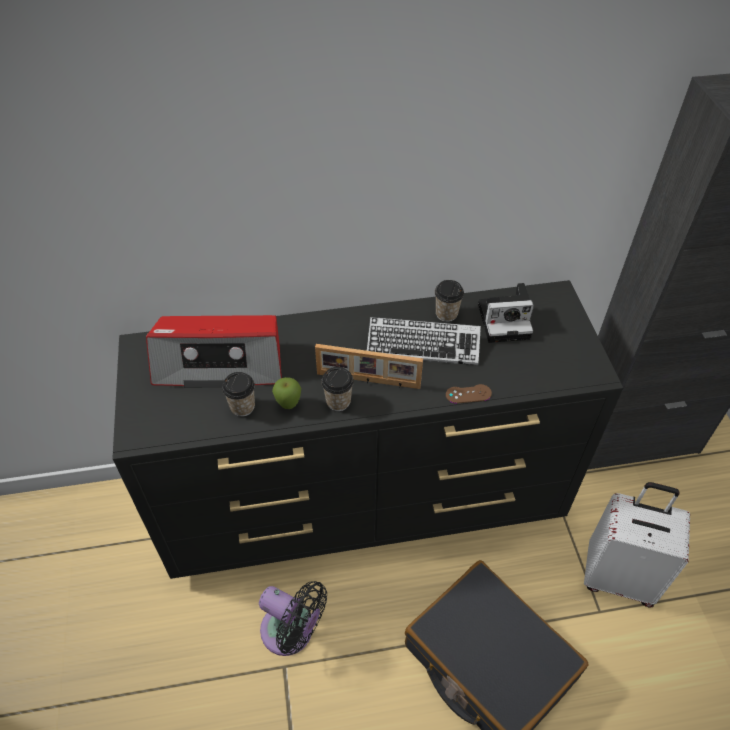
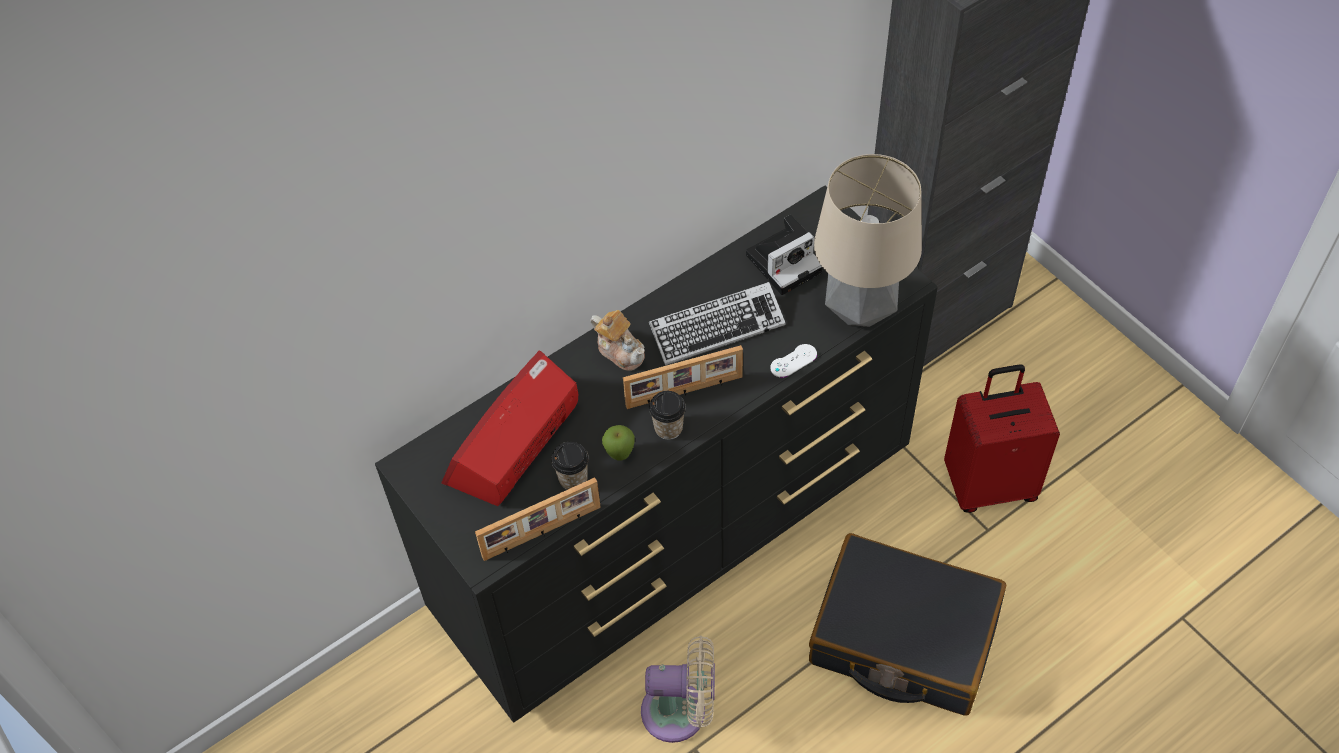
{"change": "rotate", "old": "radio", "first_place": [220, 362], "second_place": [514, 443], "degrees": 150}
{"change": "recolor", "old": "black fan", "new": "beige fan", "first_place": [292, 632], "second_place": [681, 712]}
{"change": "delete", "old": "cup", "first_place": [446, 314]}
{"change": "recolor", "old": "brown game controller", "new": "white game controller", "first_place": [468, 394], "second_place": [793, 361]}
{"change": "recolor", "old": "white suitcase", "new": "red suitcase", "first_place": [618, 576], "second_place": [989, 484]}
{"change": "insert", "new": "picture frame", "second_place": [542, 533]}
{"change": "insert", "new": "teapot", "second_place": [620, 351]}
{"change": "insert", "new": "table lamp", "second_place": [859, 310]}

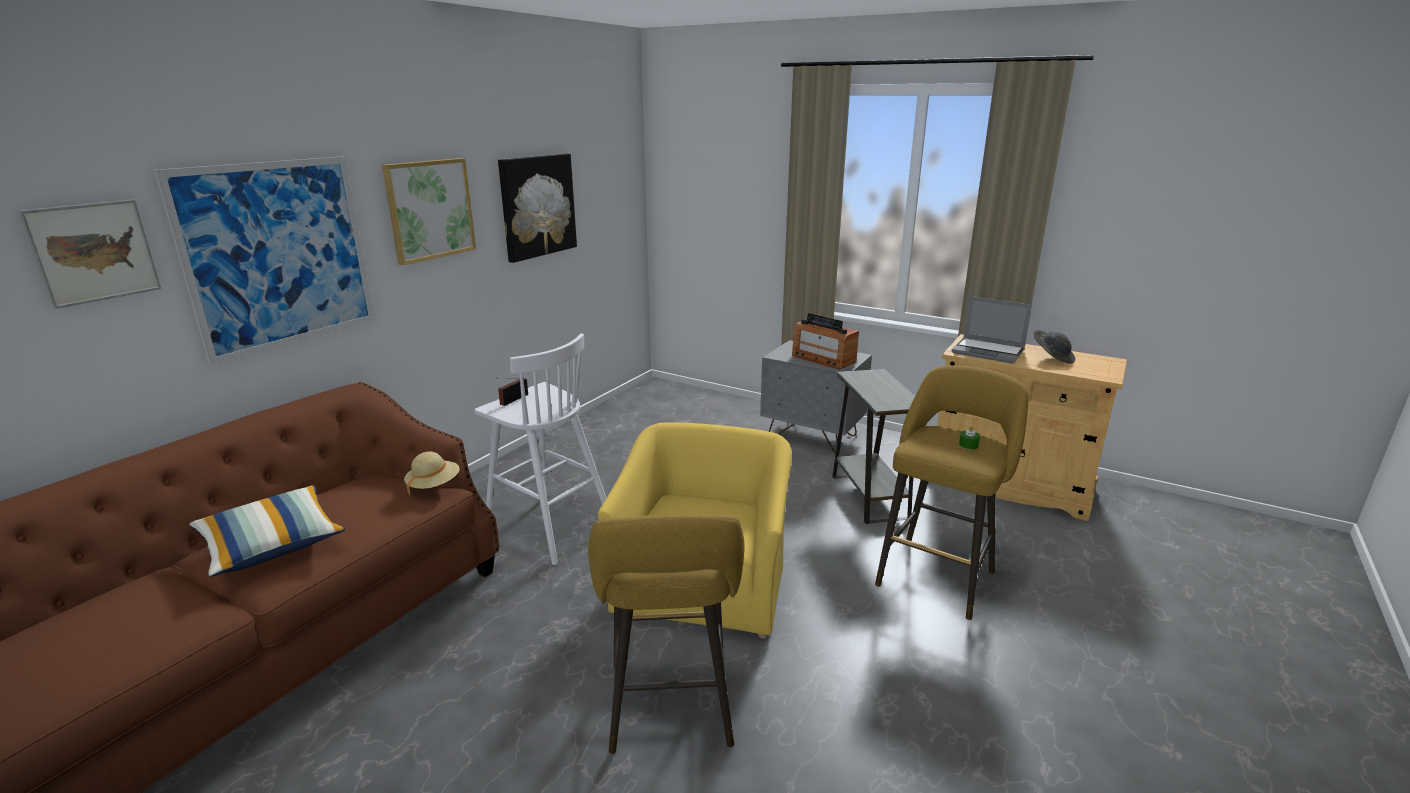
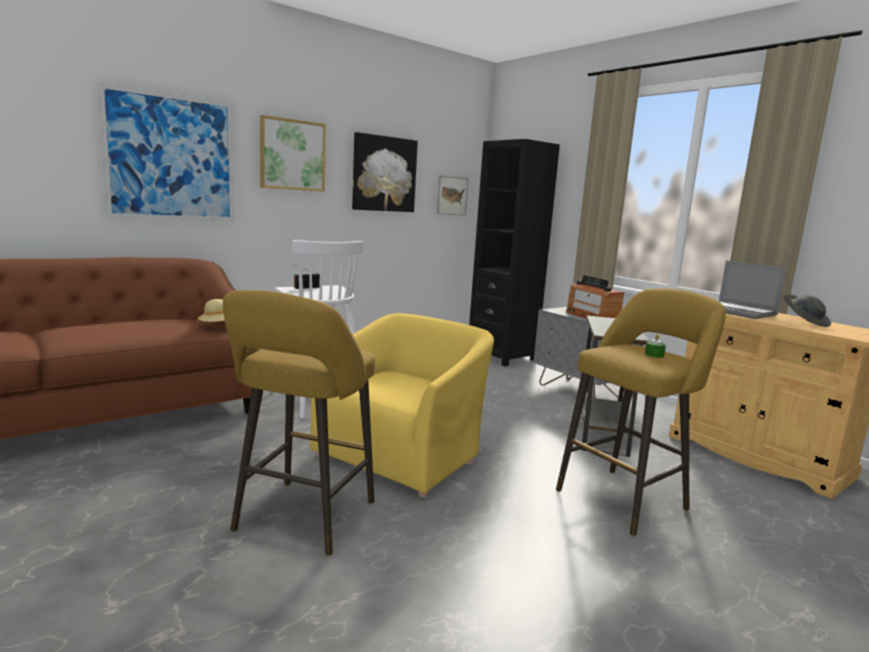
{"change": "move", "old": "picture", "first_place": [94, 252], "second_place": [452, 195]}
{"change": "delete", "old": "pillow", "first_place": [272, 544]}
{"change": "insert", "new": "black bookcase", "second_place": [501, 356]}

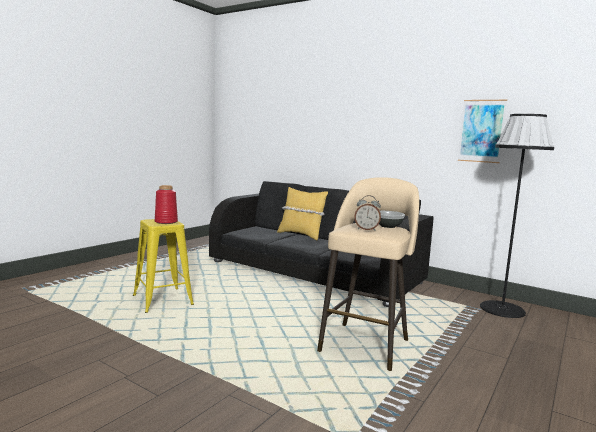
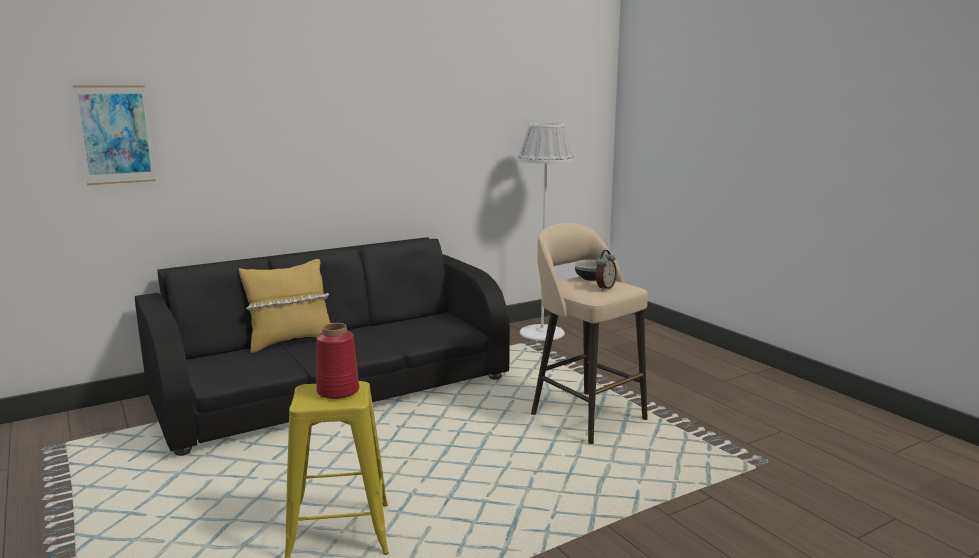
{"change": "move", "old": "picture", "first_place": [481, 131], "second_place": [115, 134]}
{"change": "recolor", "old": "black floor lamp", "new": "white floor lamp", "first_place": [502, 309], "second_place": [542, 332]}

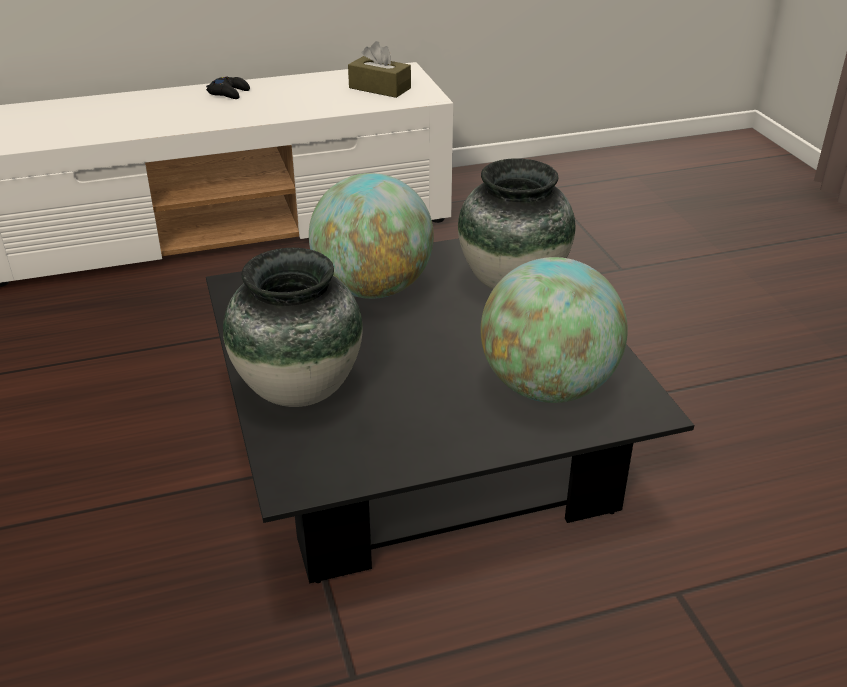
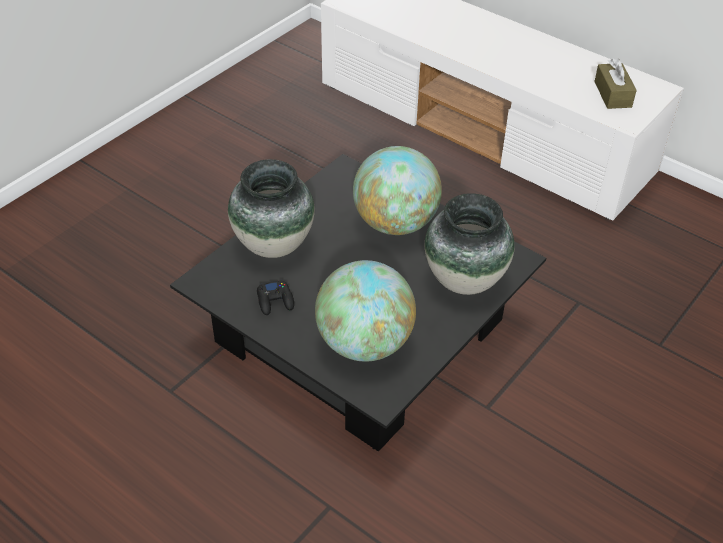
{"change": "move", "old": "black game controller", "first_place": [229, 93], "second_place": [275, 301]}

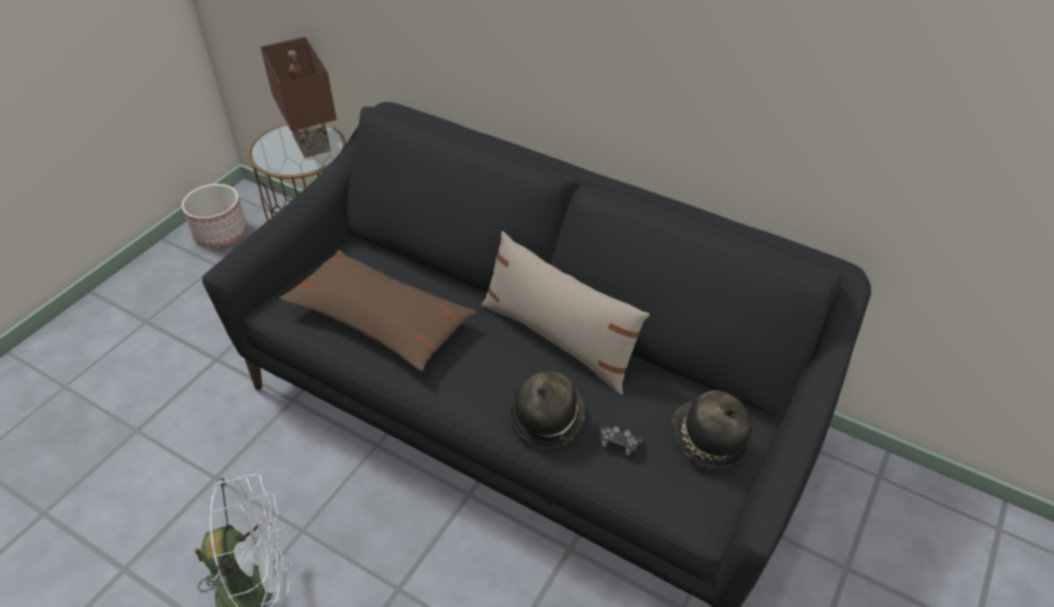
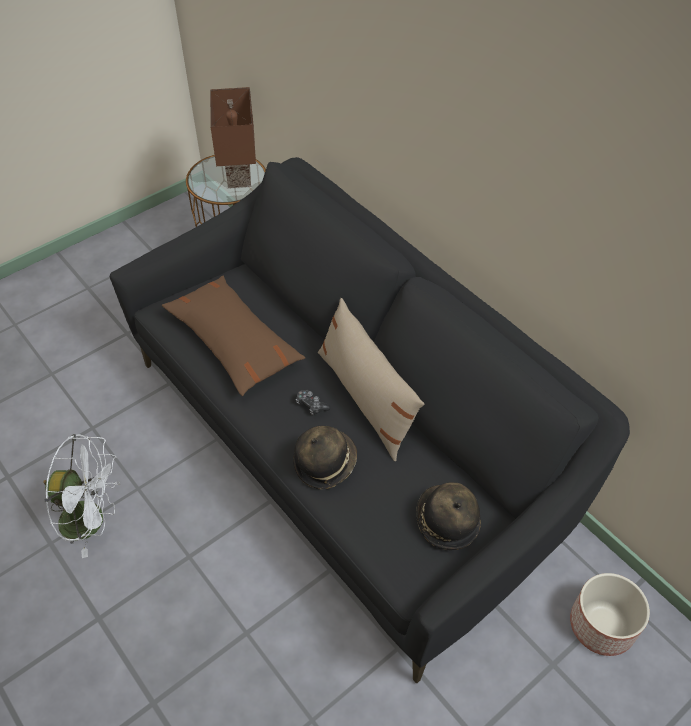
{"change": "move", "old": "planter", "first_place": [221, 232], "second_place": [601, 624]}
{"change": "move", "old": "game controller", "first_place": [619, 444], "second_place": [311, 405]}

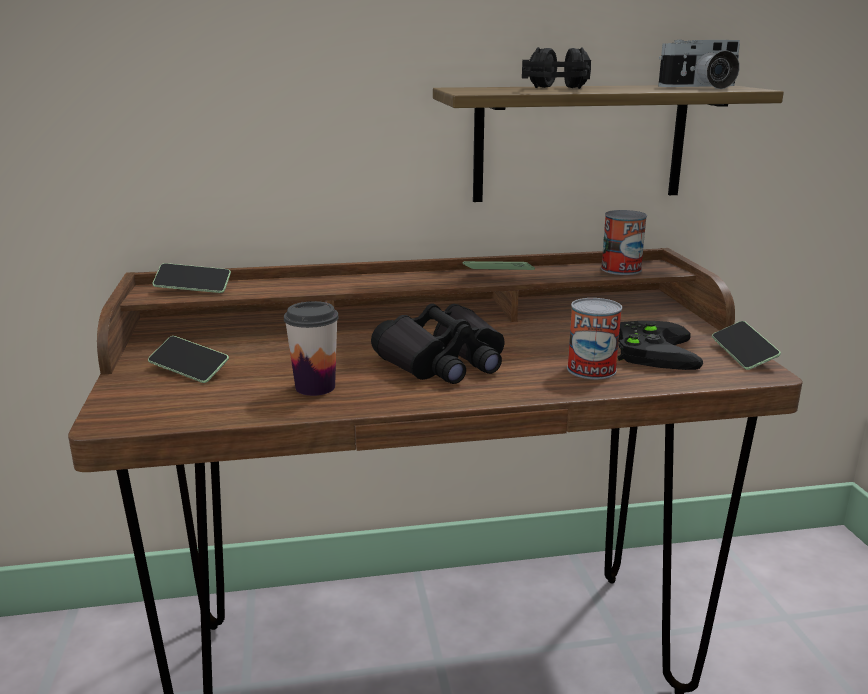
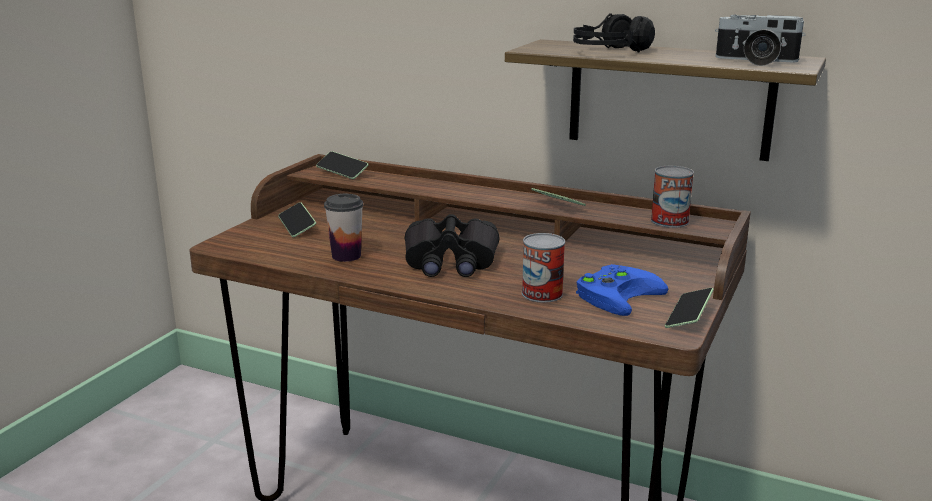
{"change": "recolor", "old": "black game controller", "new": "blue game controller", "first_place": [651, 350], "second_place": [617, 293]}

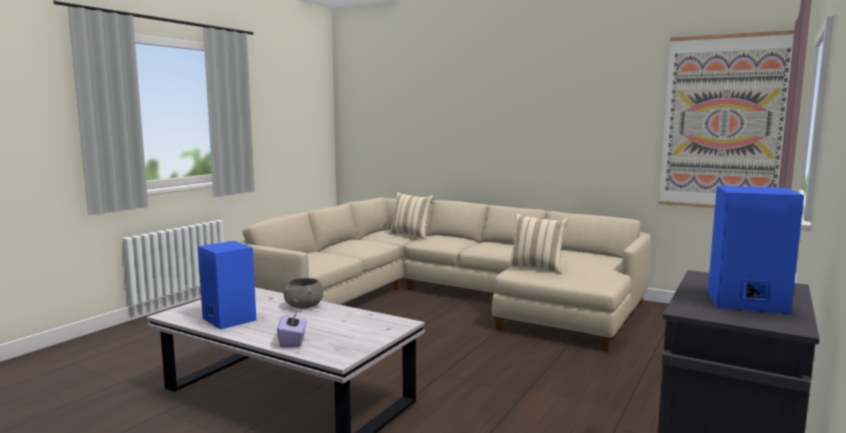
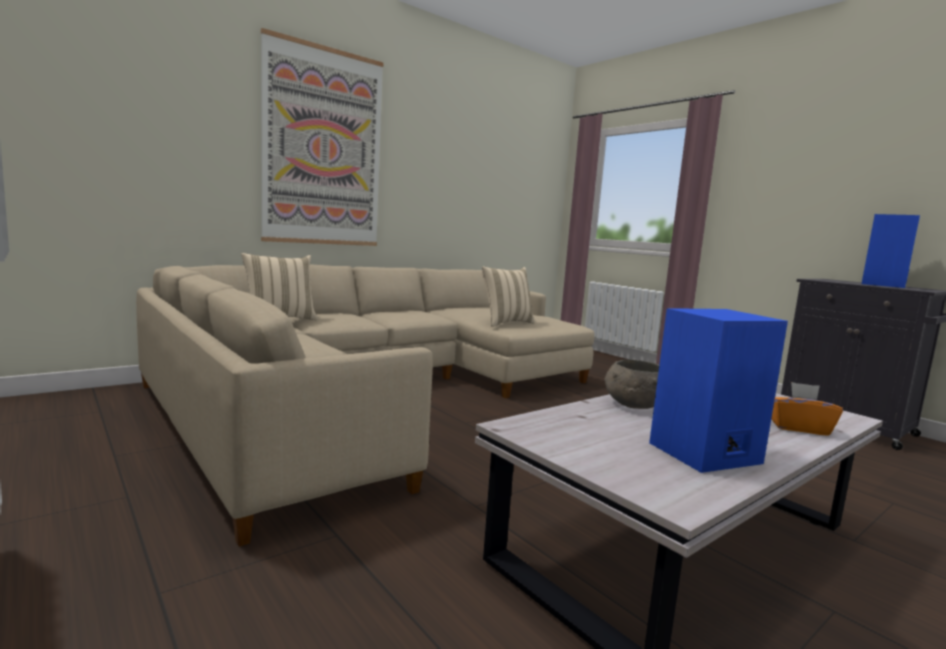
{"change": "recolor", "old": "purple tissue box", "new": "orange tissue box", "first_place": [293, 341], "second_place": [799, 428]}
{"change": "move", "old": "picture", "first_place": [724, 123], "second_place": [323, 148]}

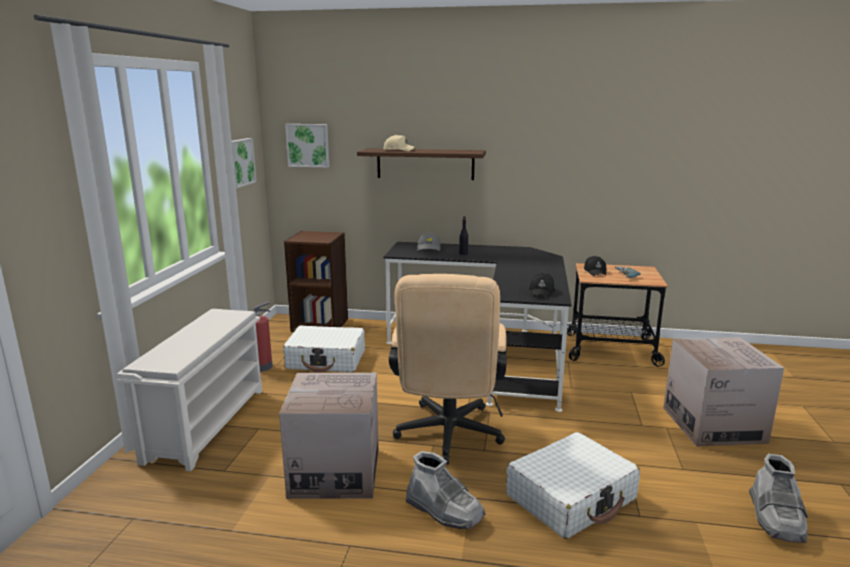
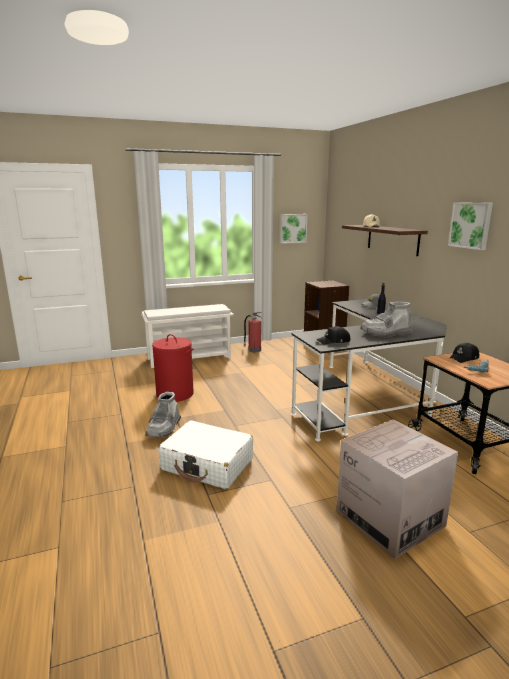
{"change": "replace", "old": "cardboard box", "new": "red laundry basket", "first_place": [335, 472], "second_place": [175, 394]}
{"change": "delete", "old": "white suitcase", "first_place": [326, 360]}
{"change": "move", "old": "picture", "first_place": [308, 145], "second_place": [471, 225]}
{"change": "delete", "old": "beige office chair", "first_place": [447, 437]}
{"change": "move", "old": "grey boot", "first_place": [776, 519], "second_place": [386, 333]}

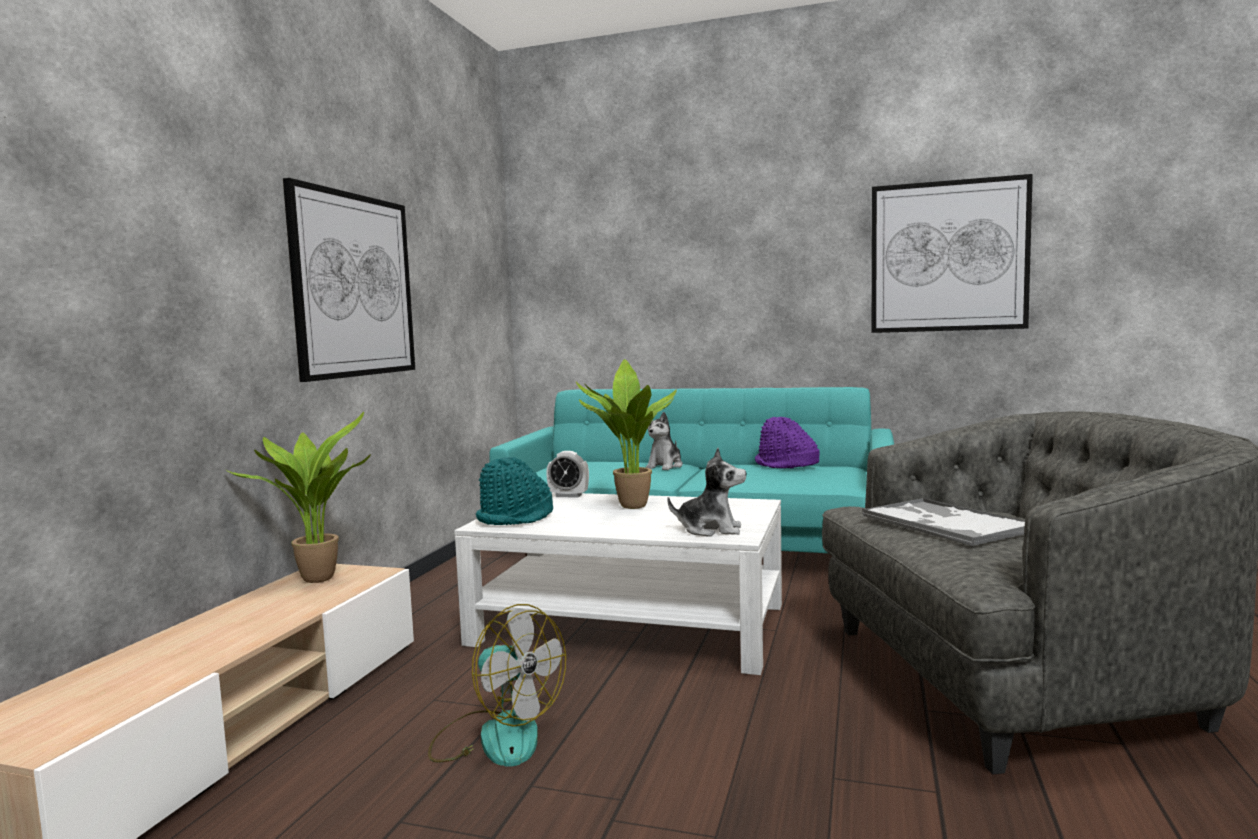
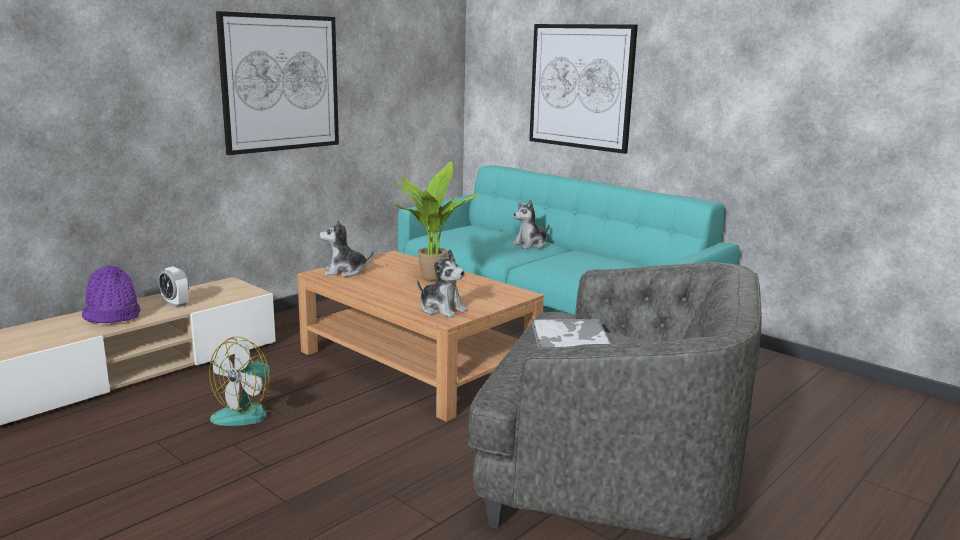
{"change": "delete", "old": "potted plant", "first_place": [317, 577]}
{"change": "rotate", "old": "fan", "first_place": [496, 736], "second_place": [250, 412], "degrees": 60}
{"change": "recolor", "old": "white coffee table", "new": "brown coffee table", "first_place": [631, 624], "second_place": [418, 364]}
{"change": "replace", "old": "turquoise hat", "new": "plush toy", "first_place": [516, 518], "second_place": [345, 272]}
{"change": "move", "old": "alarm clock", "first_place": [568, 496], "second_place": [175, 304]}
{"change": "move", "old": "purple hat", "first_place": [786, 465], "second_place": [111, 316]}
{"change": "move", "old": "picture", "first_place": [948, 256], "second_place": [581, 86]}

